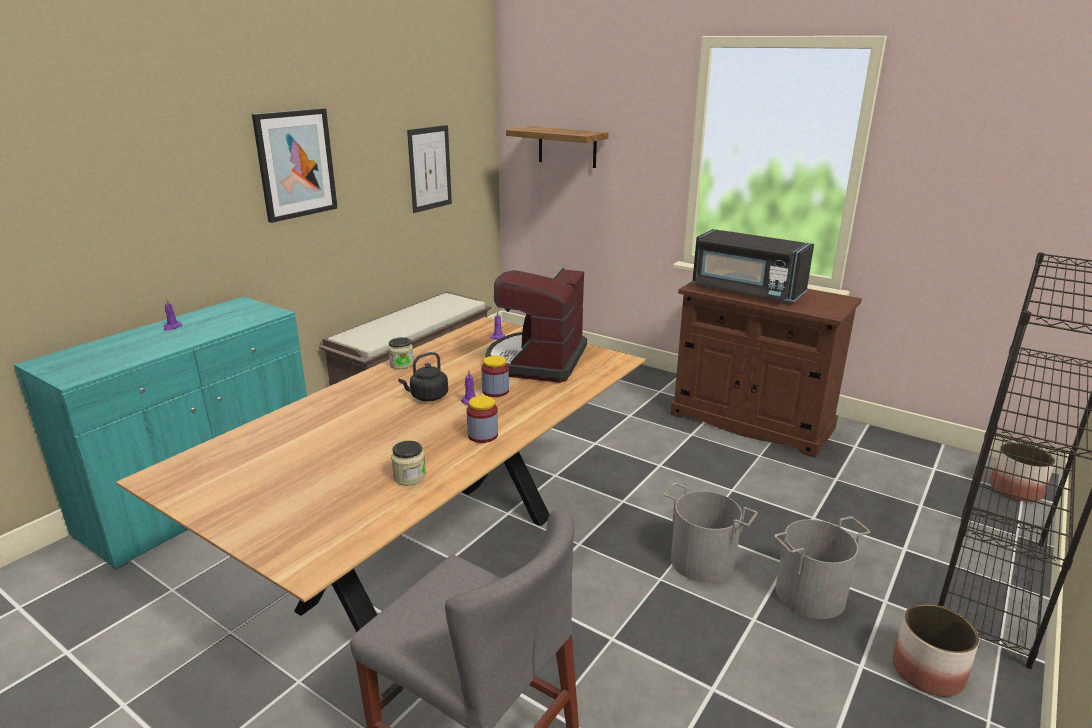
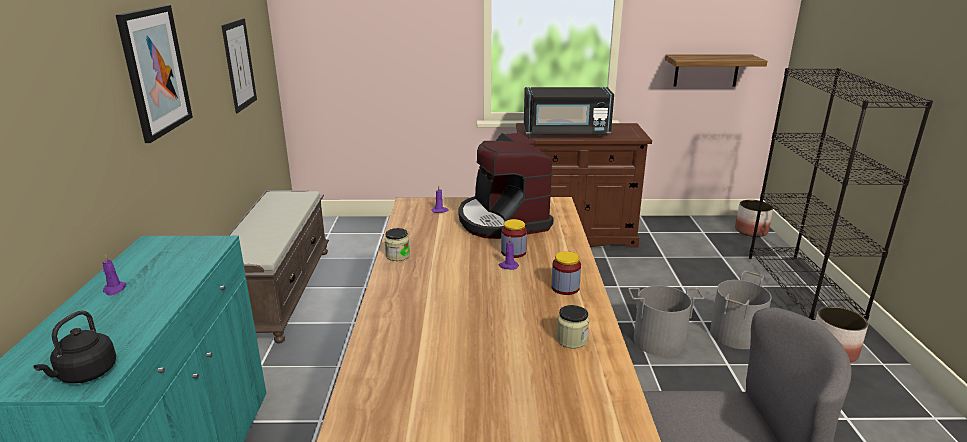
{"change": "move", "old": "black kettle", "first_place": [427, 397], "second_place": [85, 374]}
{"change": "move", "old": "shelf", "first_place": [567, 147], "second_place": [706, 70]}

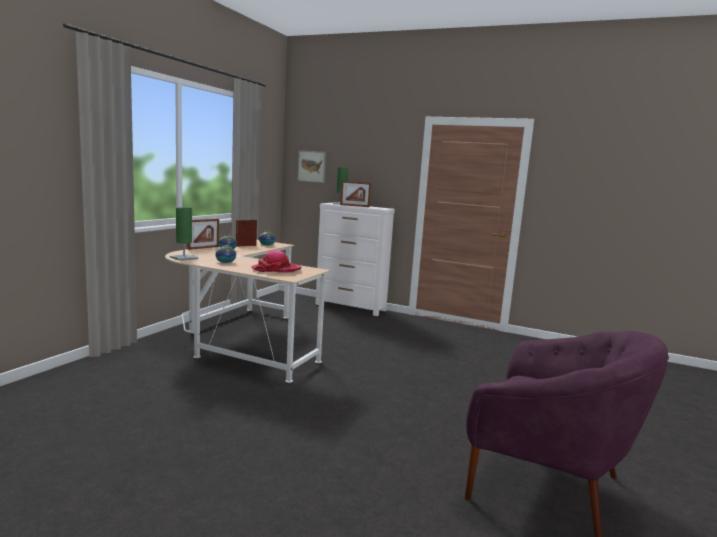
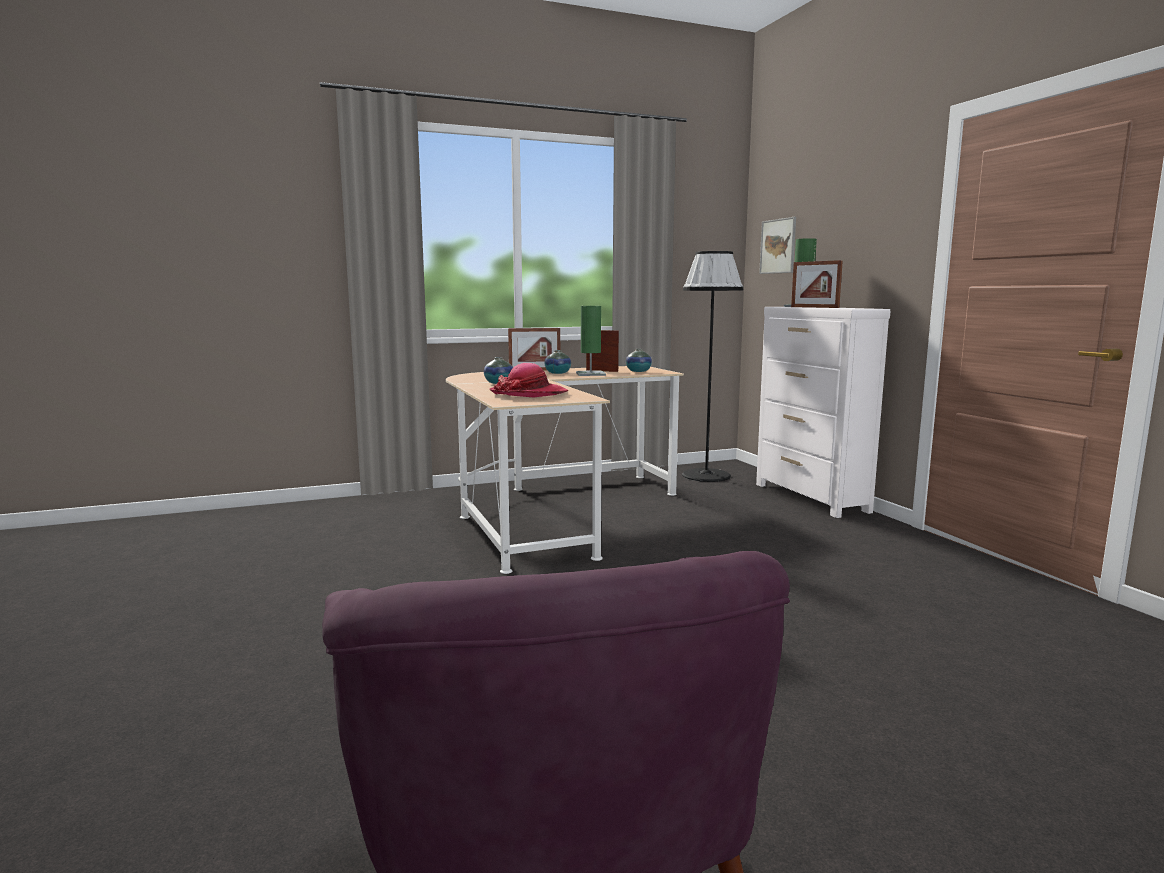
{"change": "move", "old": "green table lamp", "first_place": [184, 258], "second_place": [590, 374]}
{"change": "insert", "new": "black floor lamp", "second_place": [706, 475]}

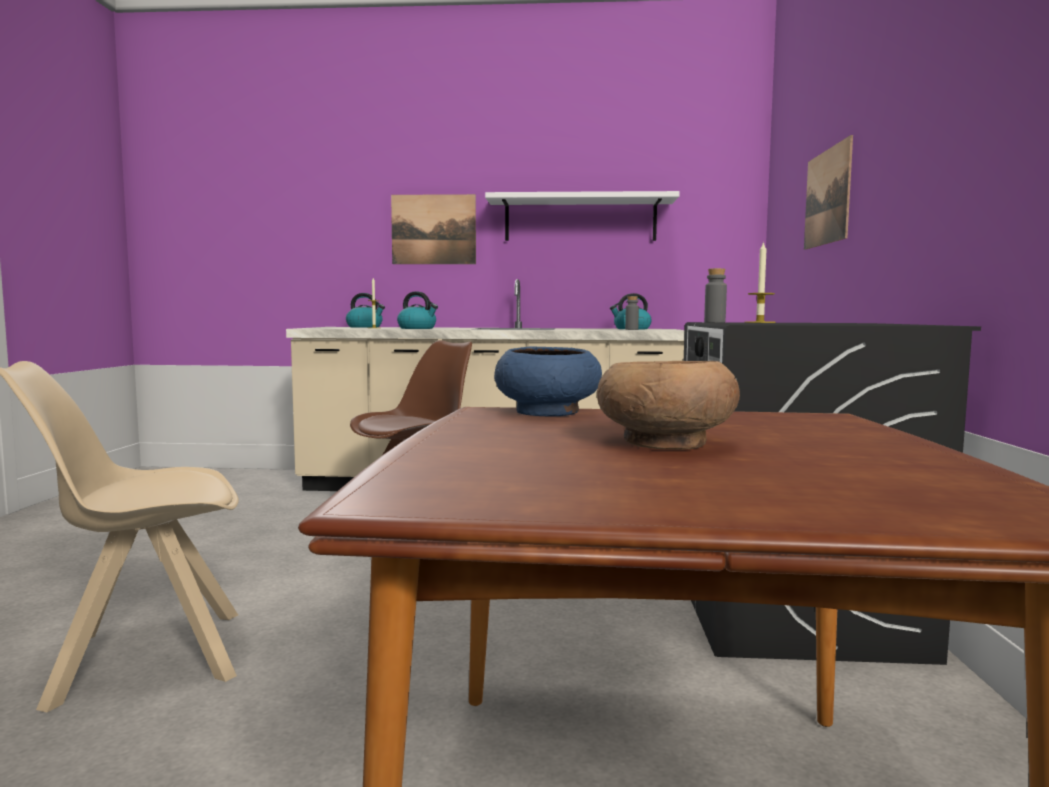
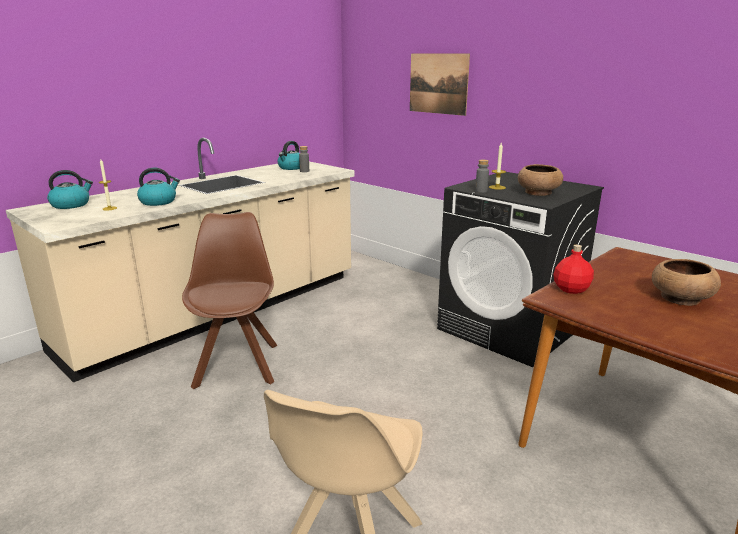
{"change": "delete", "old": "picture", "first_place": [433, 229]}
{"change": "delete", "old": "white shelf", "first_place": [580, 220]}
{"change": "replace", "old": "blue bowl", "new": "red bottle", "first_place": [548, 412], "second_place": [571, 289]}
{"change": "insert", "new": "brown bowl", "second_place": [538, 193]}

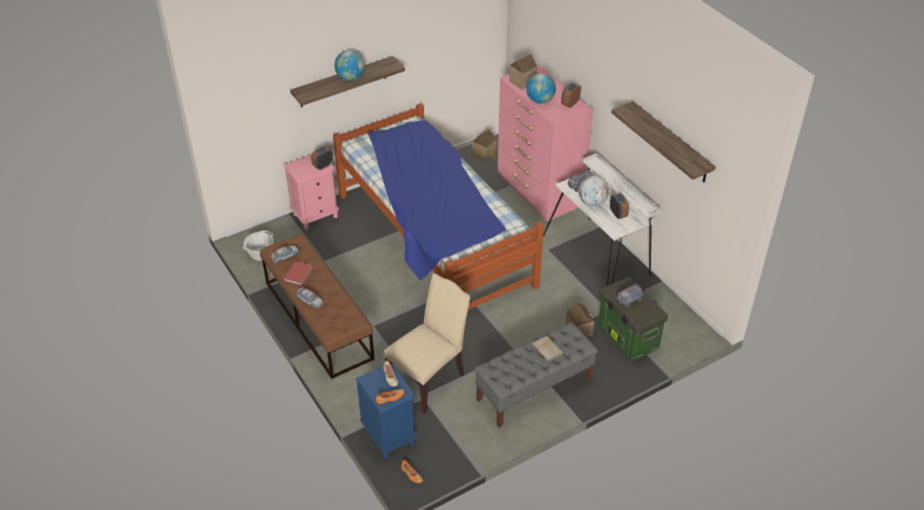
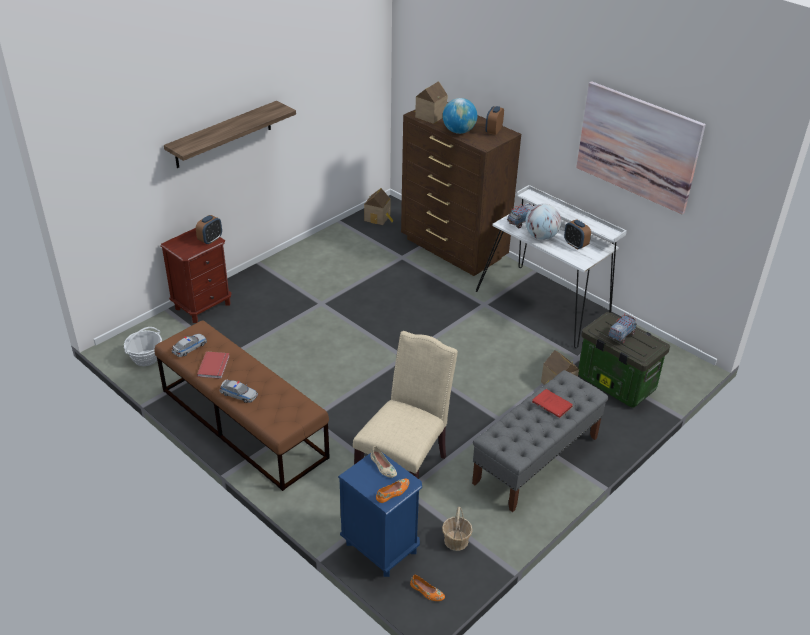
{"change": "recolor", "old": "pink nightstand", "new": "brown nightstand", "first_place": [316, 215], "second_place": [203, 306]}
{"change": "delete", "old": "bed", "first_place": [433, 240]}
{"change": "delete", "old": "globe", "first_place": [350, 78]}
{"change": "recolor", "old": "pink dresser", "new": "brown dresser", "first_place": [538, 193], "second_place": [453, 249]}
{"change": "recolor", "old": "beige book", "new": "red book", "first_place": [548, 350], "second_place": [553, 405]}
{"change": "replace", "old": "shelf", "new": "picture", "first_place": [671, 143], "second_place": [638, 146]}
{"change": "insert", "new": "basket", "second_place": [456, 541]}

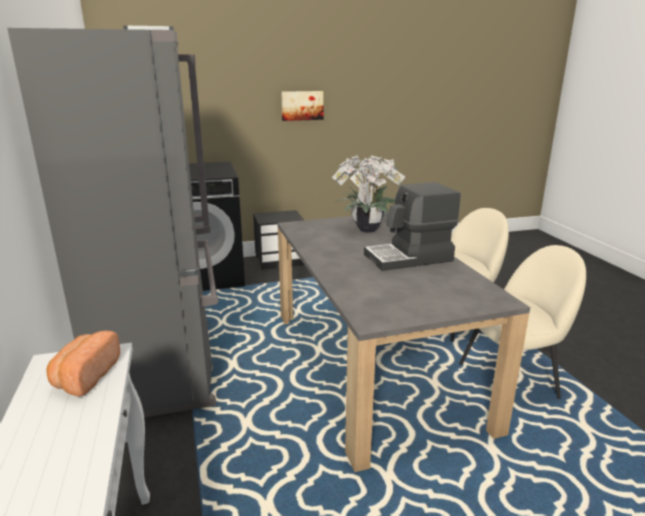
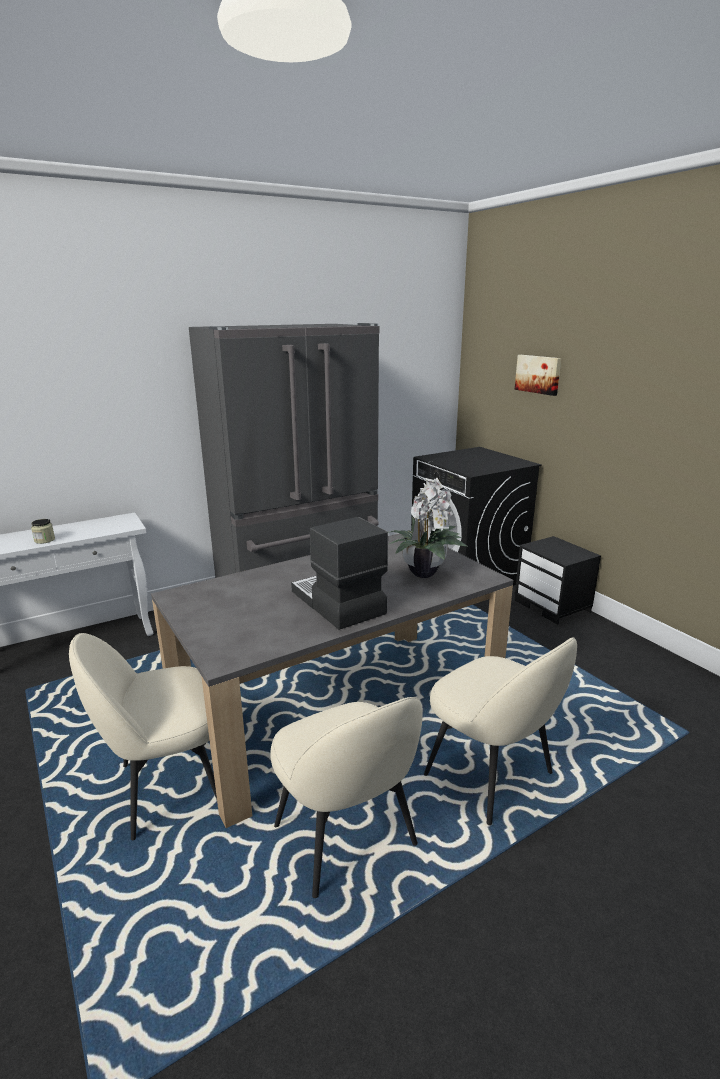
{"change": "delete", "old": "bread", "first_place": [85, 376]}
{"change": "move", "old": "picture", "first_place": [302, 105], "second_place": [538, 374]}
{"change": "insert", "new": "jar", "second_place": [44, 540]}
{"change": "insert", "new": "beige chair", "second_place": [167, 788]}

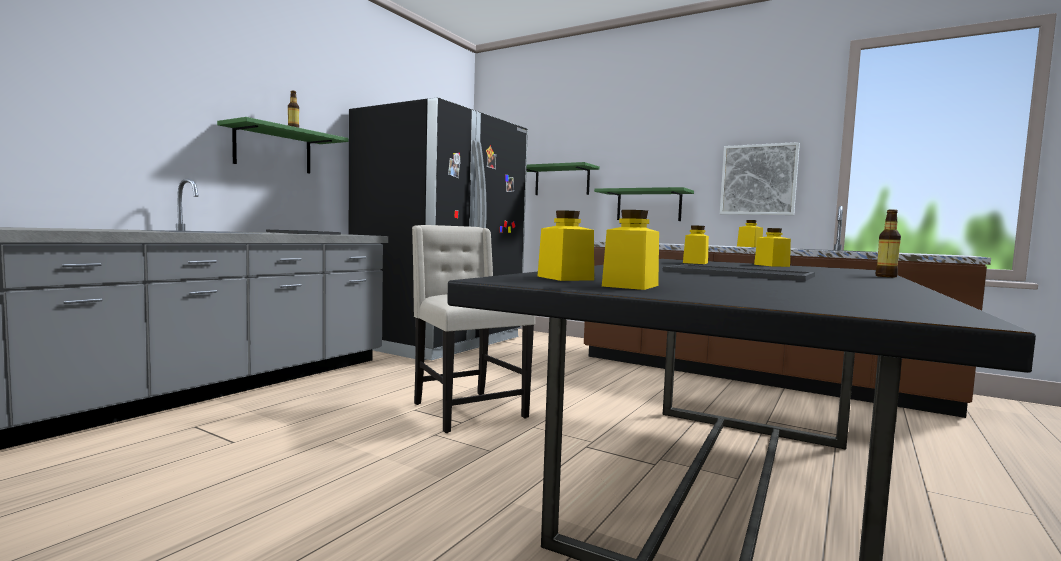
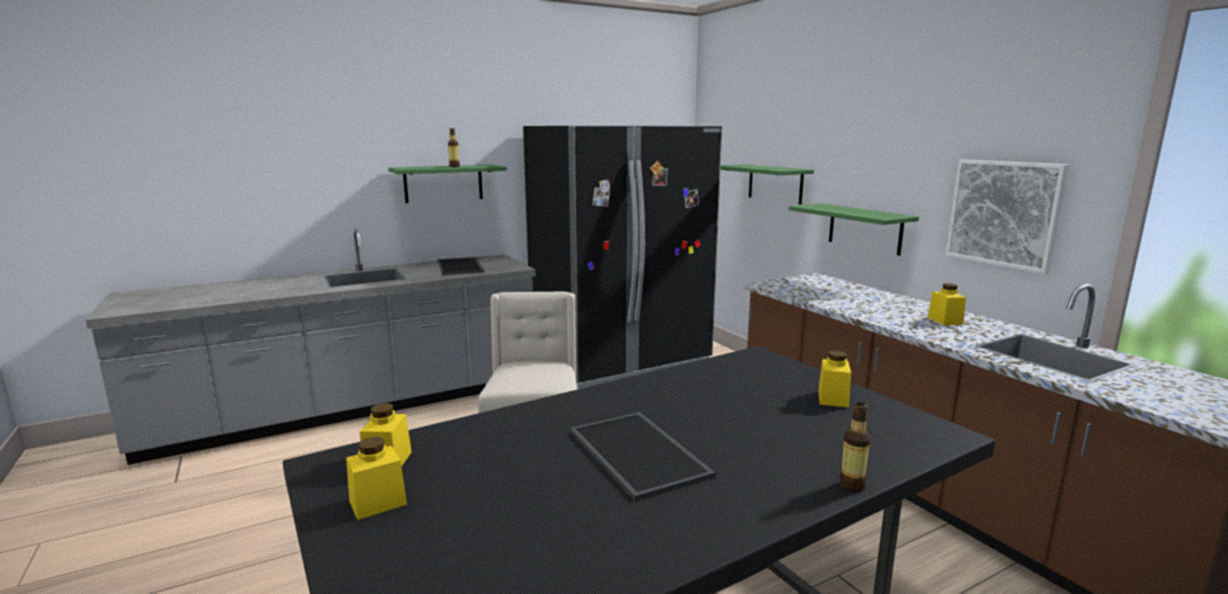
{"change": "delete", "old": "yellow jar", "first_place": [695, 263]}

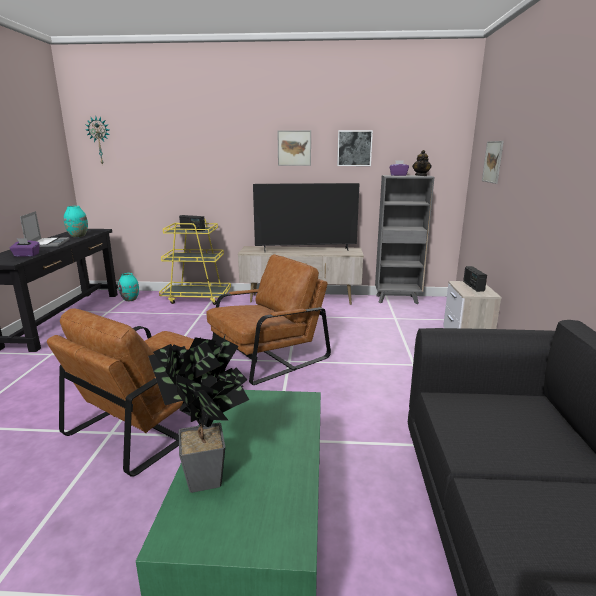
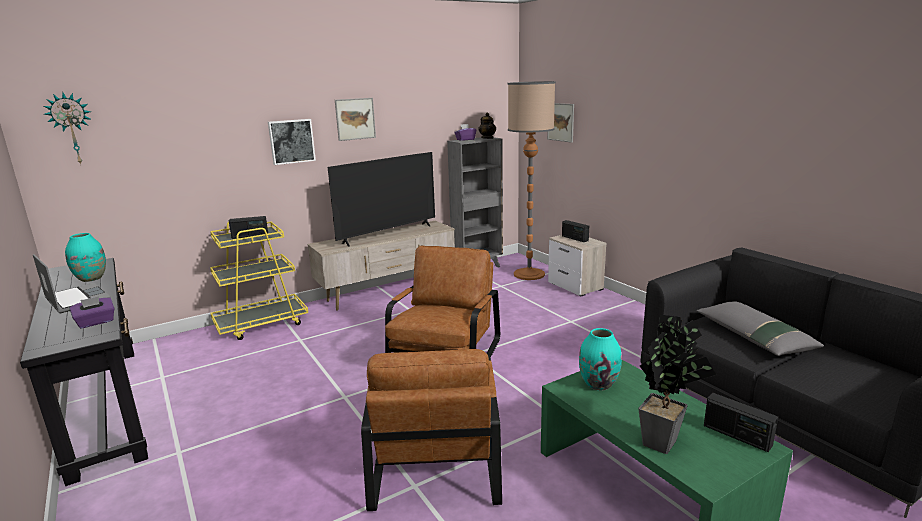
{"change": "move", "old": "turquoise vase", "first_place": [130, 299], "second_place": [598, 384]}
{"change": "move", "old": "picture", "first_place": [354, 148], "second_place": [291, 141]}
{"change": "insert", "new": "floor lamp", "second_place": [529, 274]}
{"change": "insert", "new": "grey pillow", "second_place": [753, 337]}
{"change": "insert", "new": "radio", "second_place": [737, 435]}

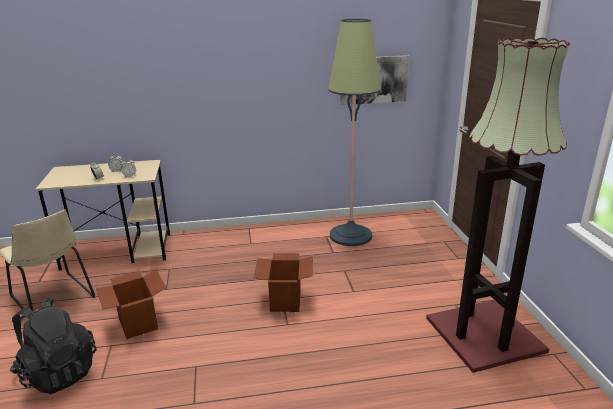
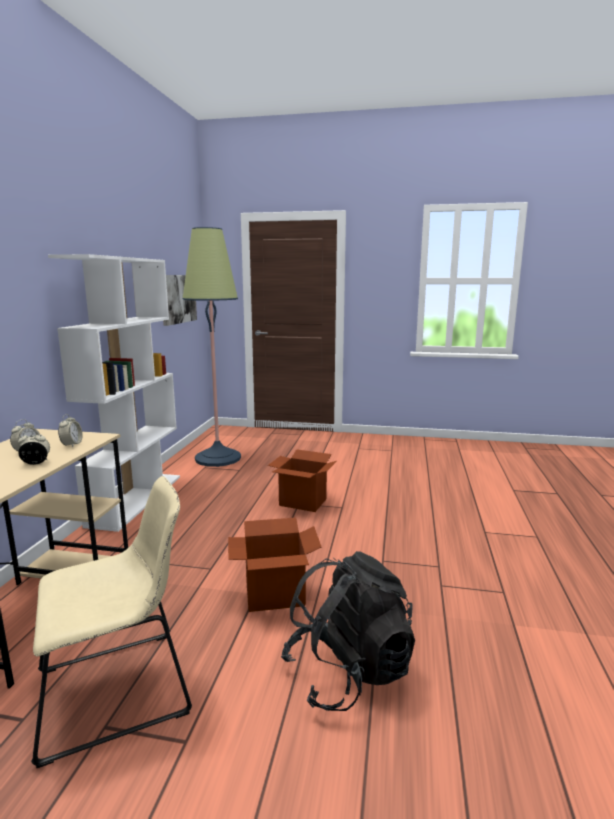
{"change": "delete", "old": "floor lamp", "first_place": [486, 335]}
{"change": "insert", "new": "white bookcase", "second_place": [136, 499]}

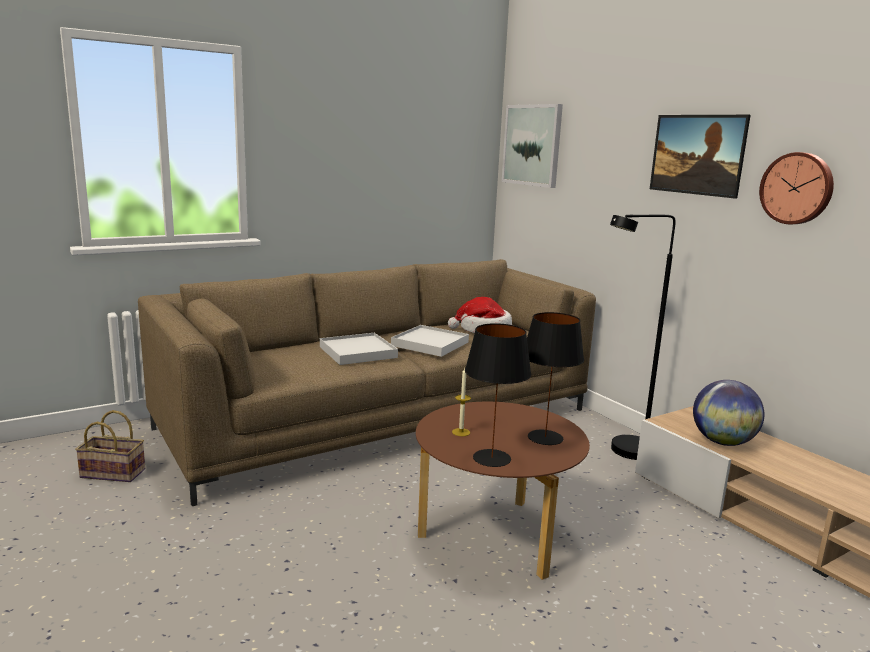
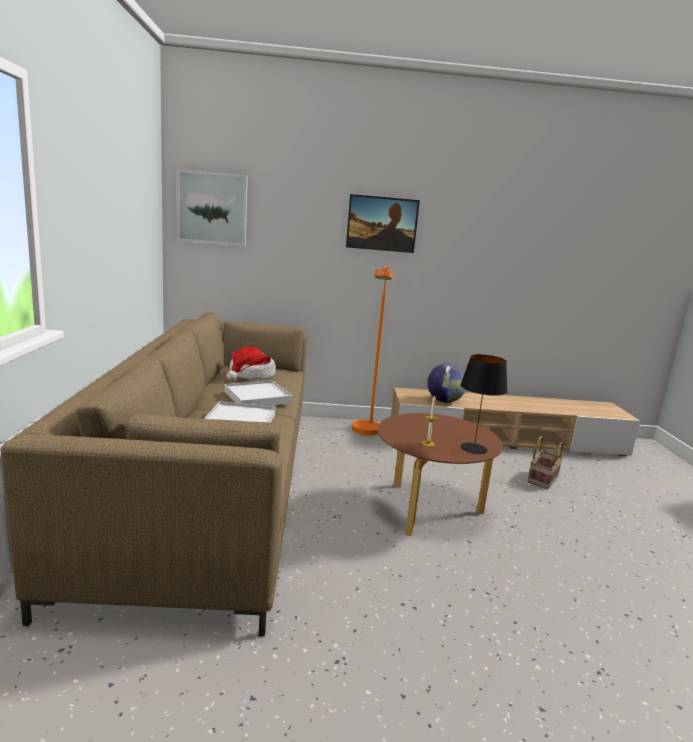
{"change": "move", "old": "basket", "first_place": [115, 473], "second_place": [542, 479]}
{"change": "delete", "old": "black table lamp", "first_place": [544, 437]}
{"change": "recolor", "old": "black floor lamp", "new": "orange floor lamp", "first_place": [623, 453], "second_place": [366, 433]}
{"change": "delete", "old": "wall clock", "first_place": [797, 188]}

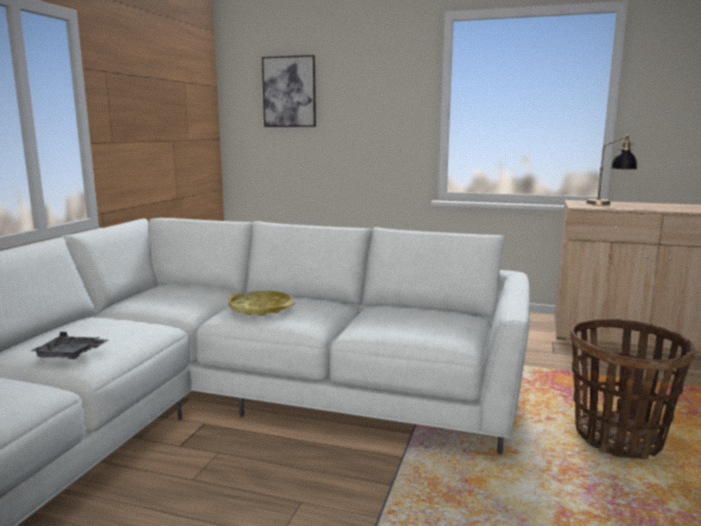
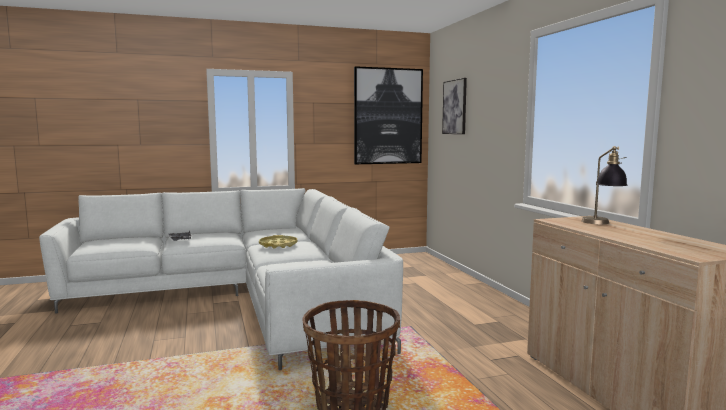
{"change": "insert", "new": "picture", "second_place": [388, 116]}

